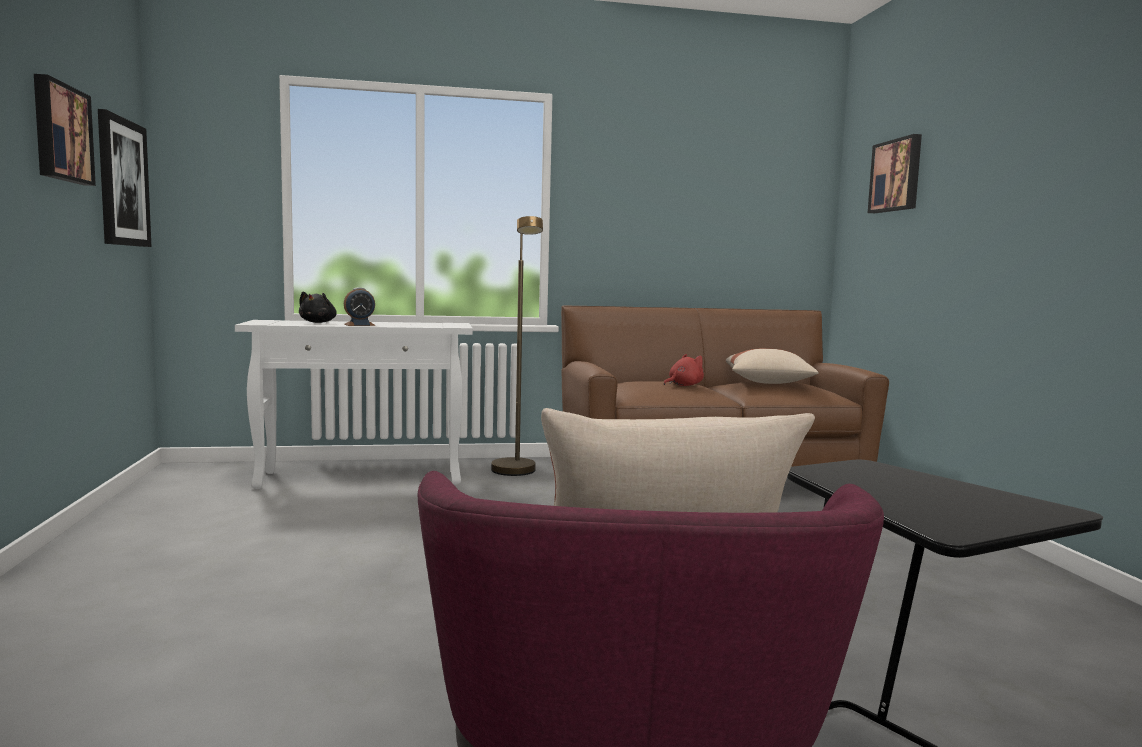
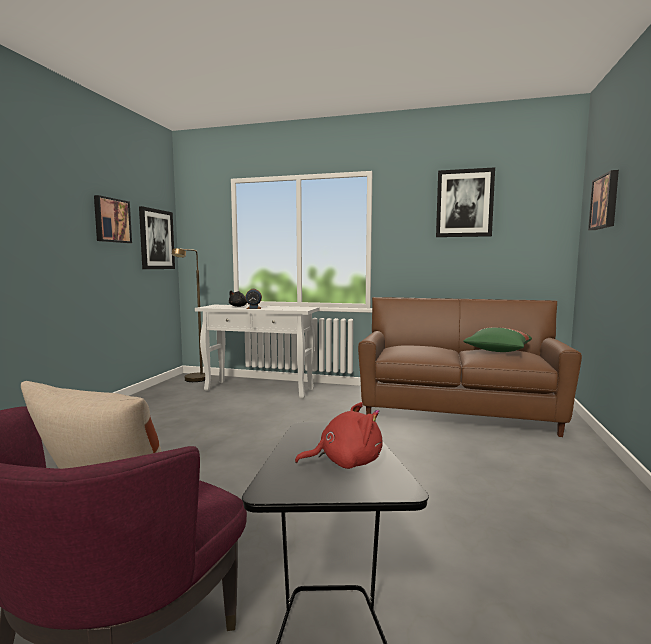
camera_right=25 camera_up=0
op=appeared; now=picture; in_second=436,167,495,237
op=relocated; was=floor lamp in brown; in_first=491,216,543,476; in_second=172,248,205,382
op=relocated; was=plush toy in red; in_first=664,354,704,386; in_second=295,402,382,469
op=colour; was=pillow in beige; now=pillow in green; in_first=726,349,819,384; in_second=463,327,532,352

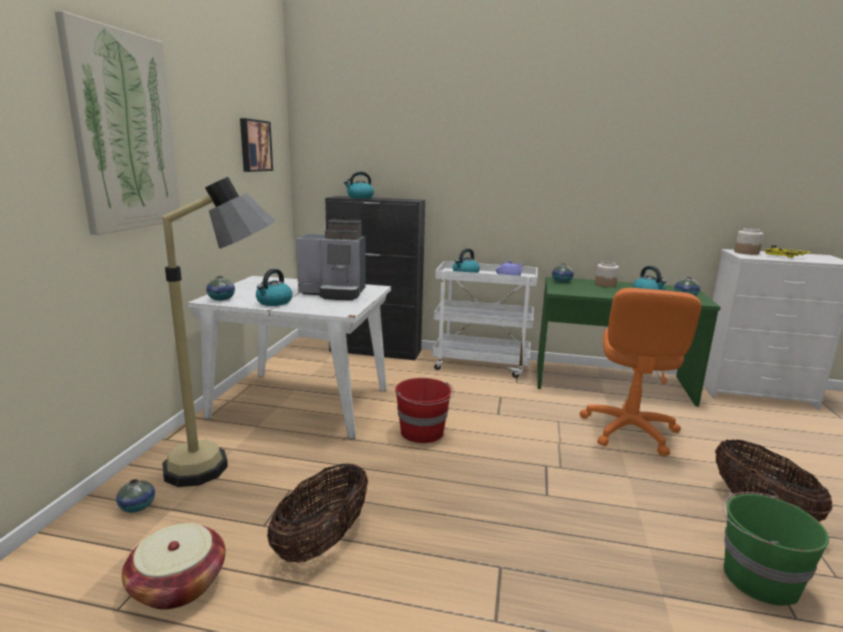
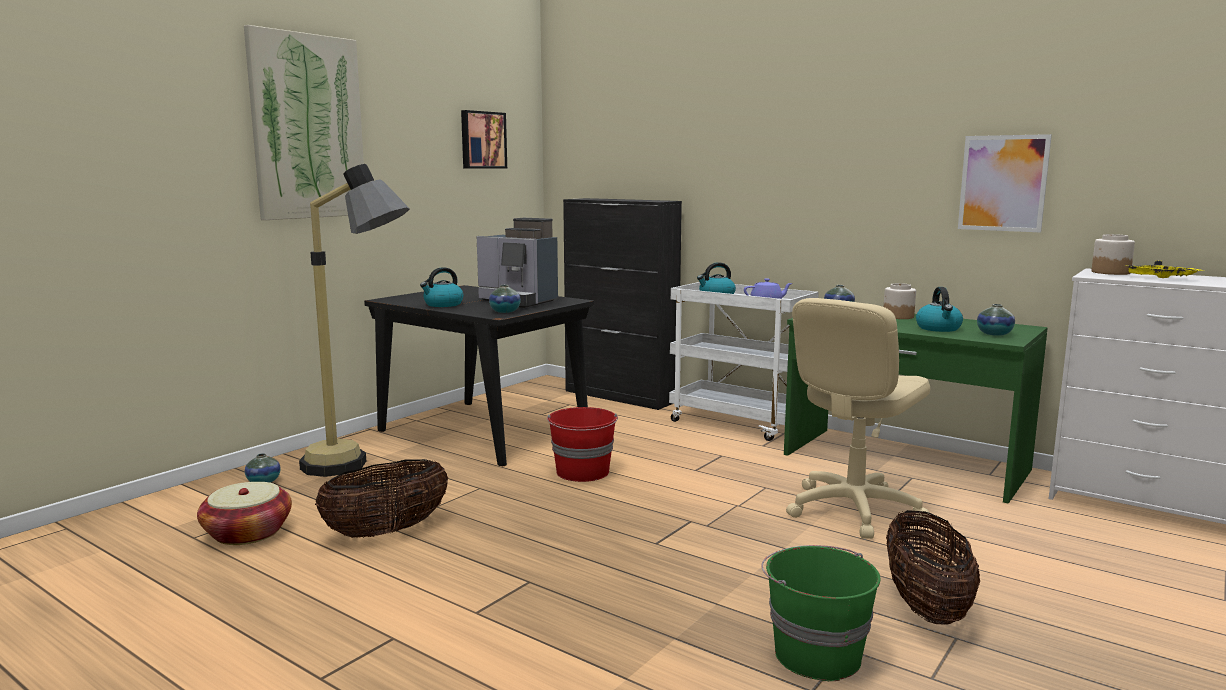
camera_right=25 camera_up=-5
op=missing; was=kettle; in_first=344,172,374,199
op=appeared; now=picture; in_second=958,134,1052,232
op=relocated; was=vase; in_first=206,276,235,301; in_second=489,285,521,313
op=colour; was=dining table in white; now=dining table in black; in_first=187,276,391,439; in_second=364,285,594,466
op=colour; was=office chair in orange; now=office chair in beige; in_first=580,288,701,456; in_second=786,298,930,539

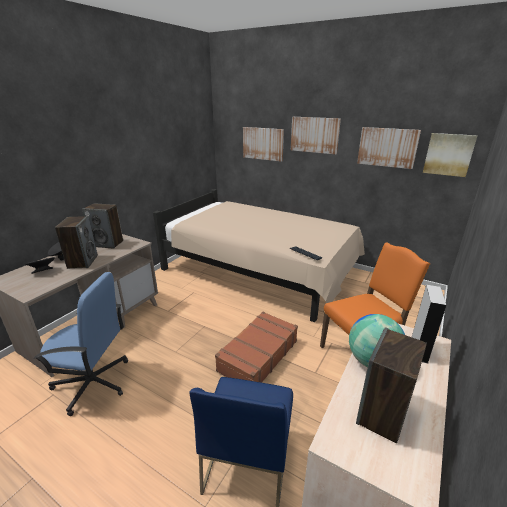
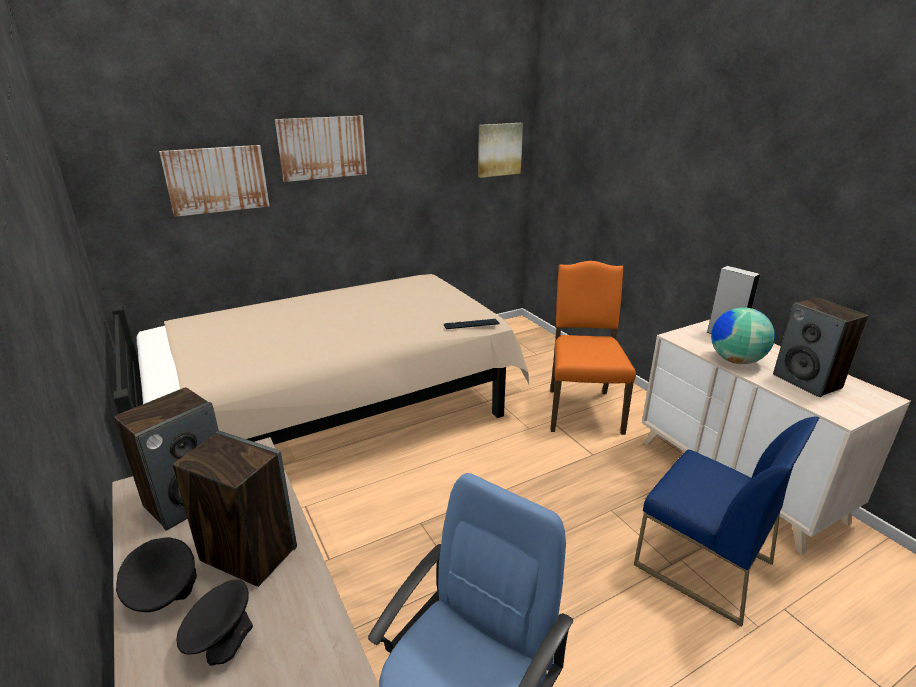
camera_right=-60 camera_up=0
op=missing; was=suitcase in brown; in_first=215,312,298,383
op=missing; was=picture; in_first=357,127,421,169

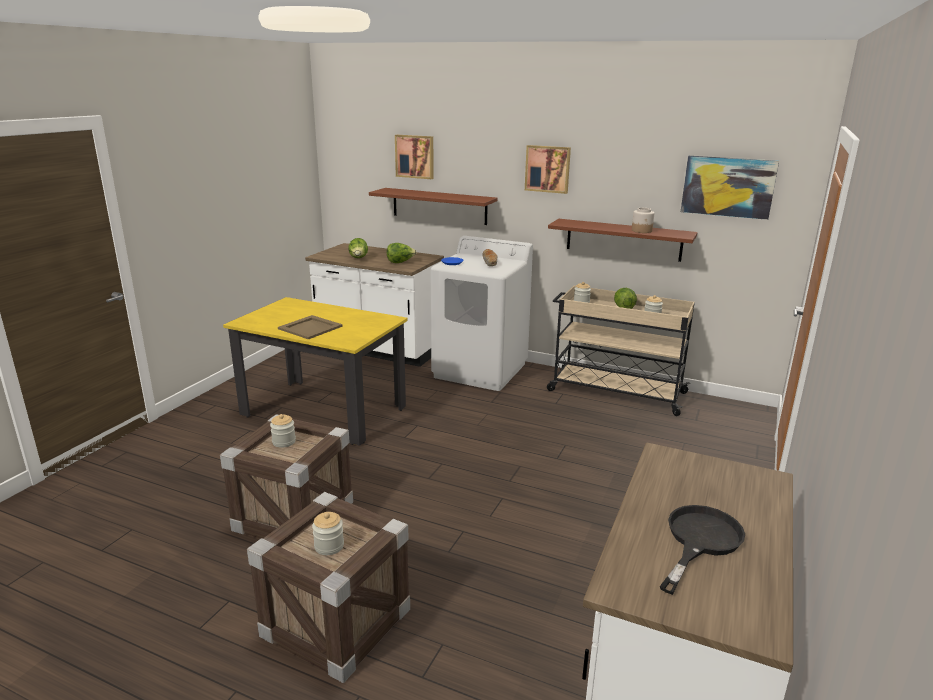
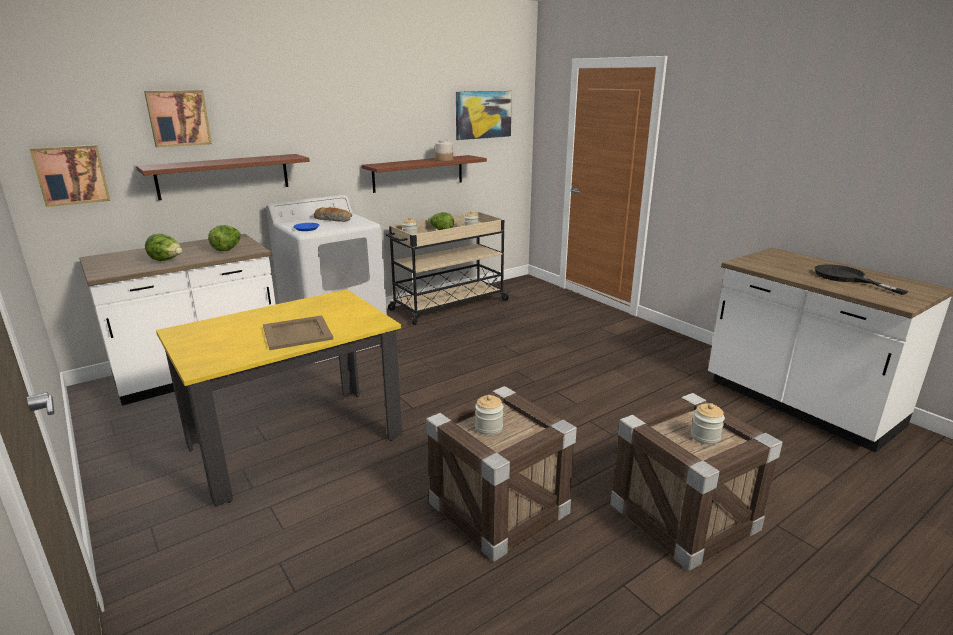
camera_right=-60 camera_up=0
op=relocated; was=picture; in_first=525,145,571,194; in_second=29,145,111,207

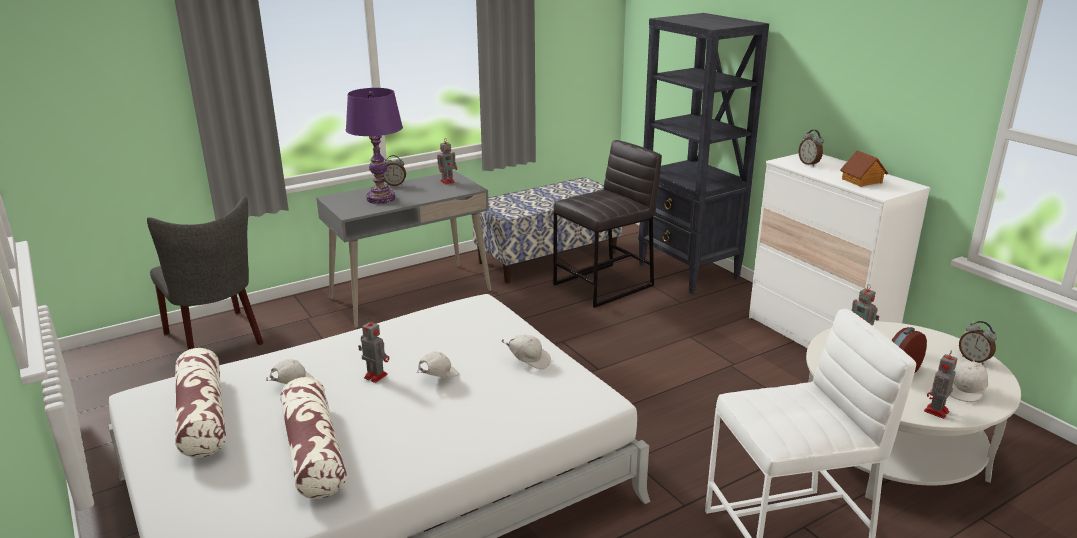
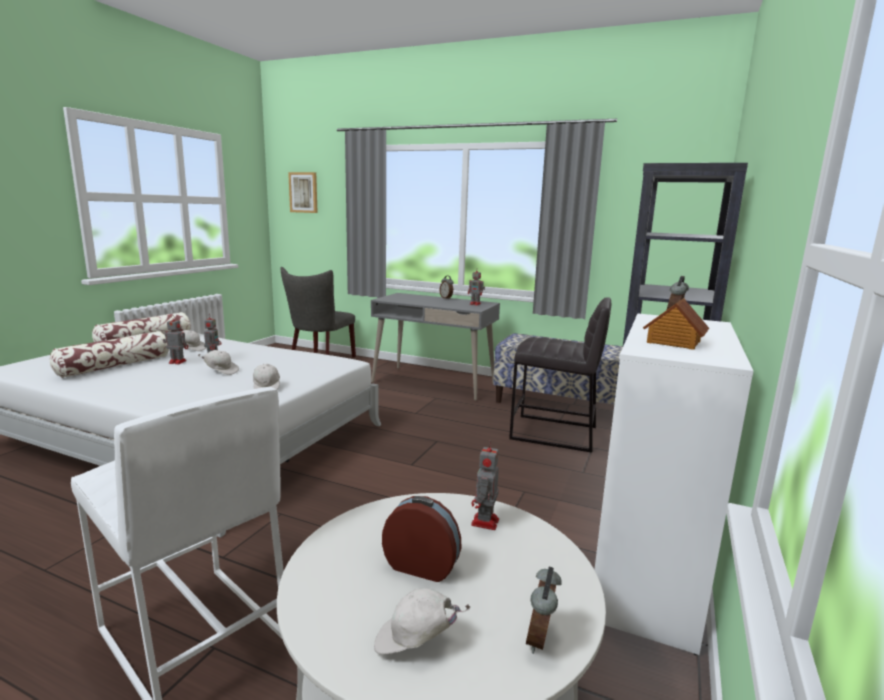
camera_right=55 camera_up=-10
op=missing; was=table lamp in purple; in_first=346,88,403,204
op=appeared; now=picture; in_second=288,172,318,213
op=relocated; was=toy robot; in_first=924,350,958,419; in_second=163,315,188,364

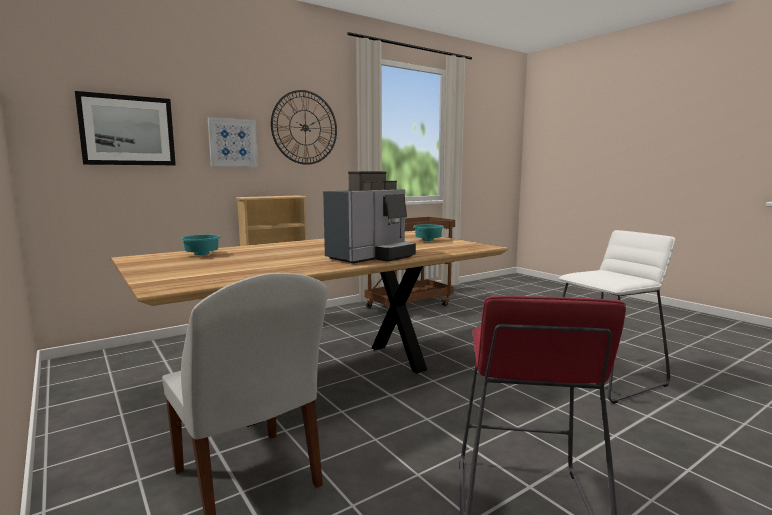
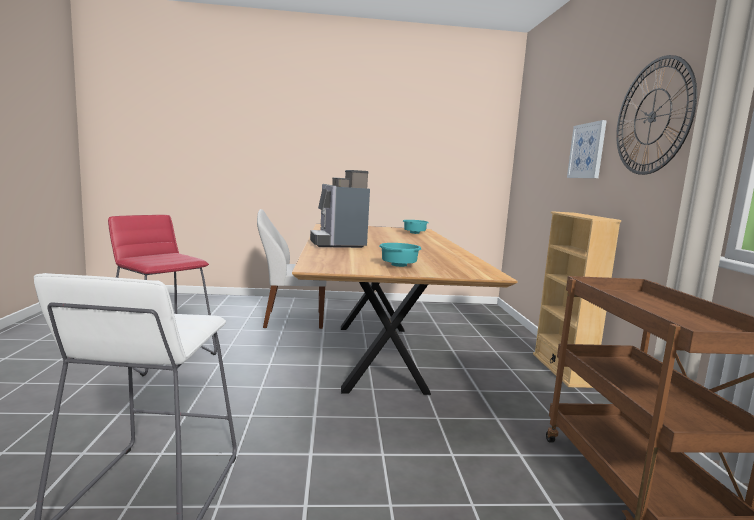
camera_right=120 camera_up=0
op=missing; was=picture; in_first=75,91,176,165

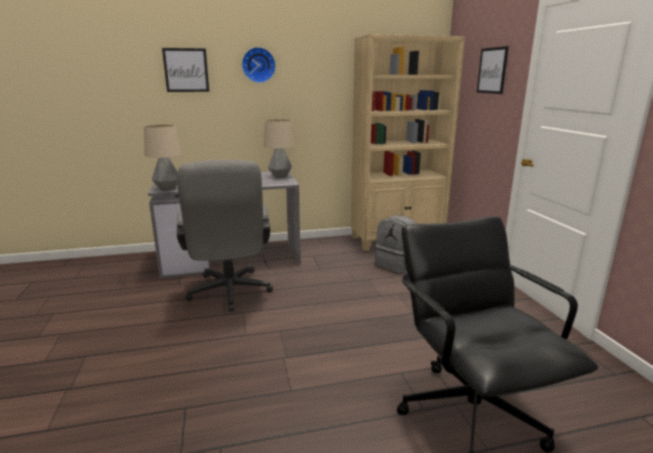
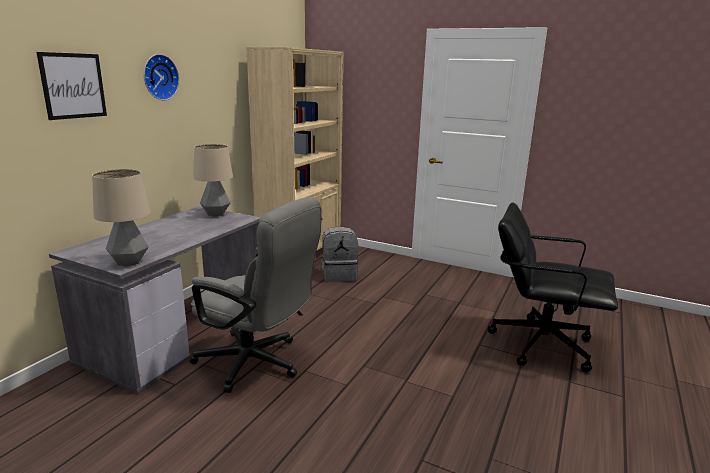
camera_right=-50 camera_up=0
op=missing; was=picture; in_first=477,46,509,94

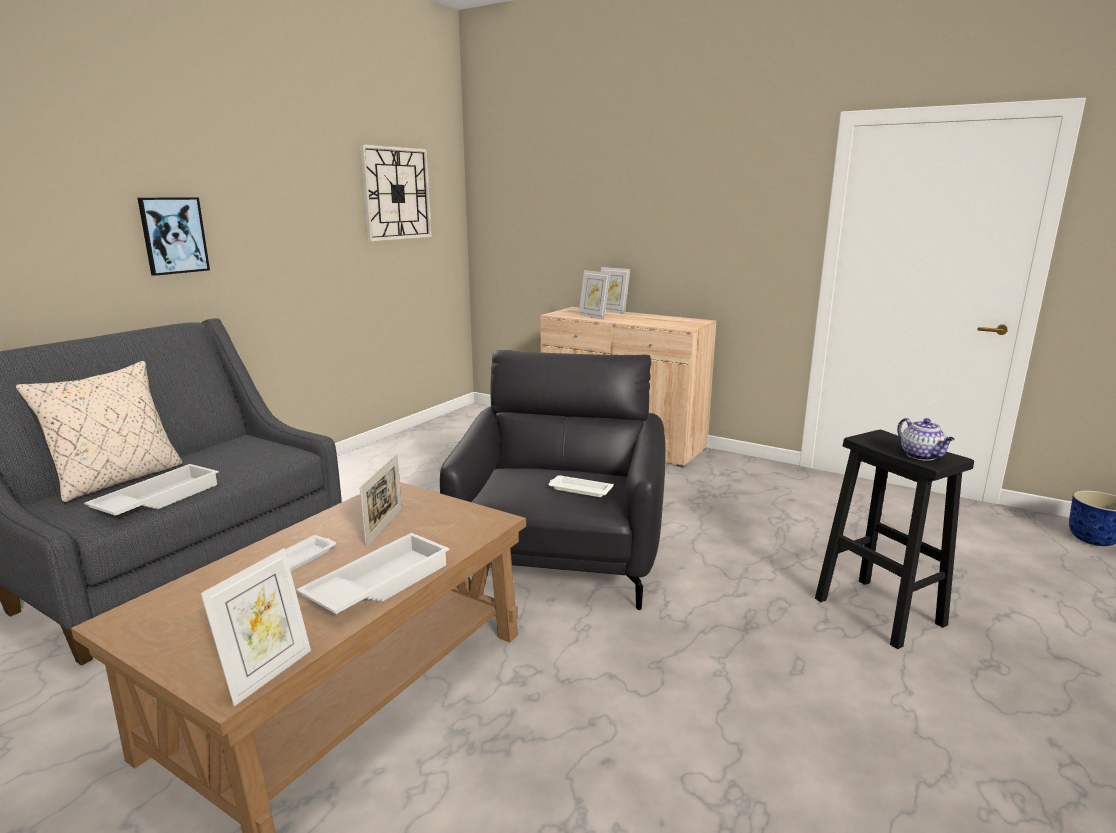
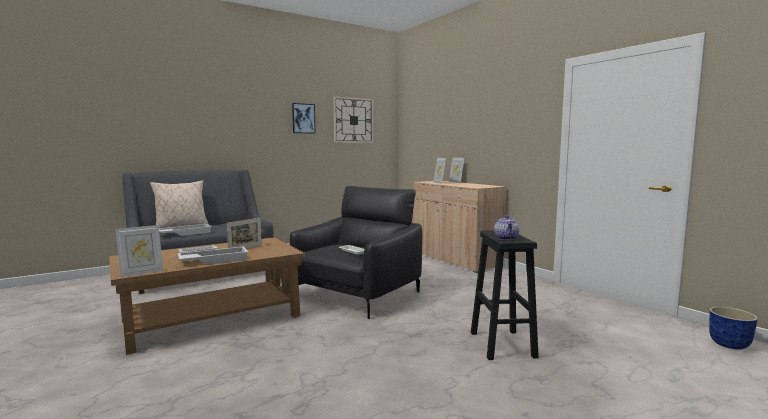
camera_right=25 camera_up=-10
op=relocated; was=picture; in_first=138,197,210,276; in_second=292,103,315,134

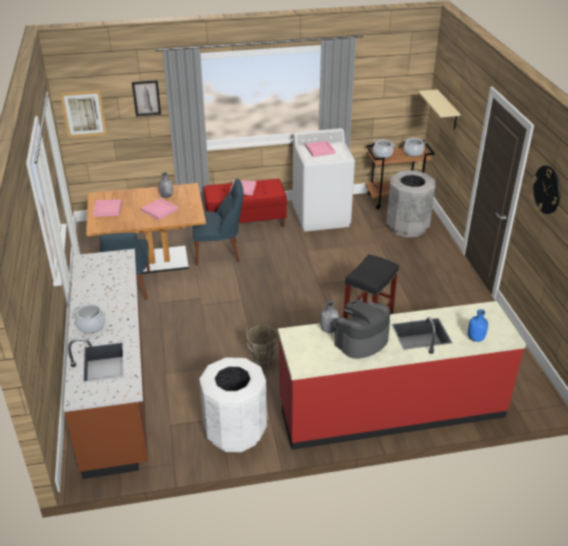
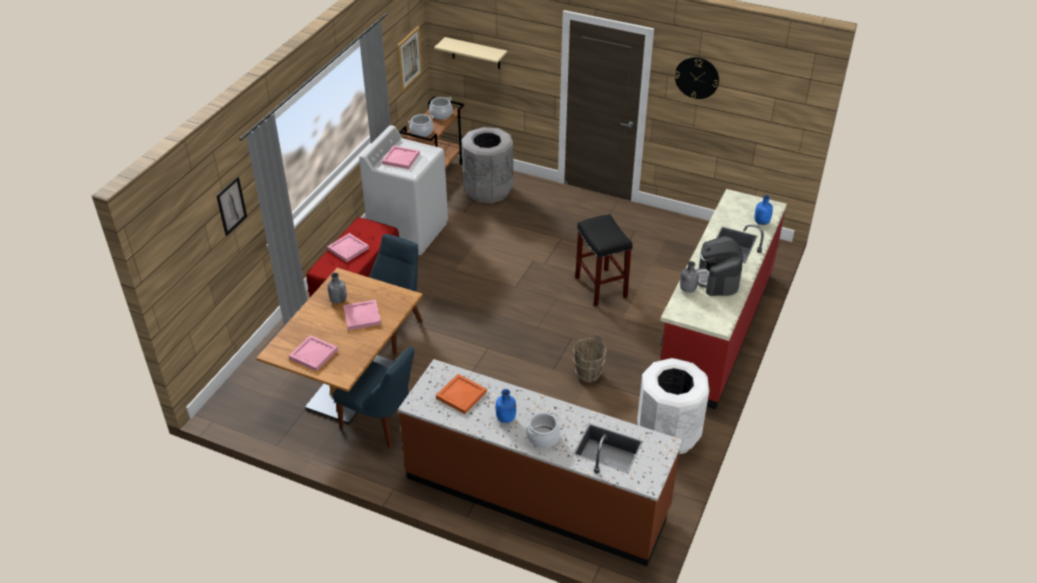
camera_right=-55 camera_up=5
op=appeared; now=tray in orange; in_second=436,374,487,414
op=appeared; now=bottle in blue; in_second=496,389,516,423
op=relocated; was=picture; in_first=60,90,107,138; in_second=397,26,423,92

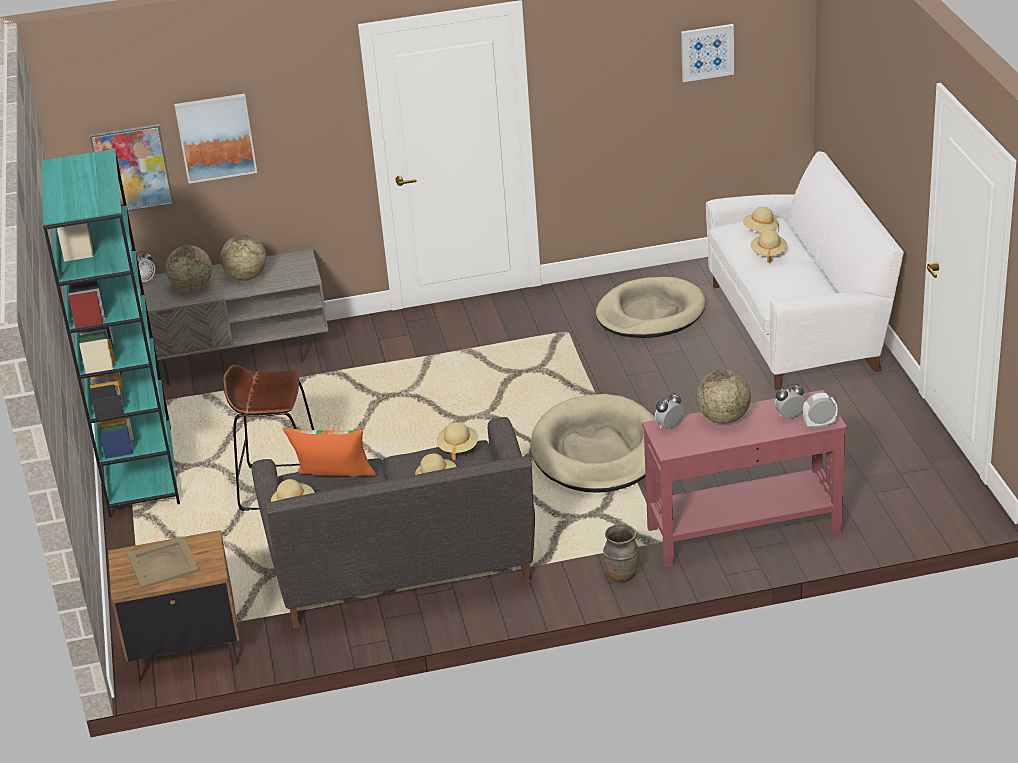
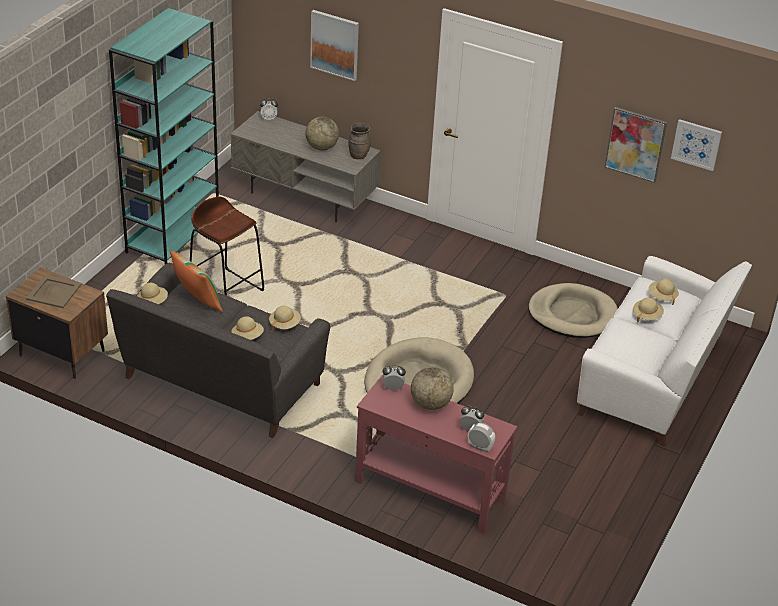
camera_right=35 camera_up=5
op=missing; was=globe; in_first=166,245,212,292
op=relocated; was=picture; in_first=90,124,174,211; in_second=605,107,667,183
op=relocated; was=vase in brown; in_first=603,524,639,582; in_second=348,123,371,159

